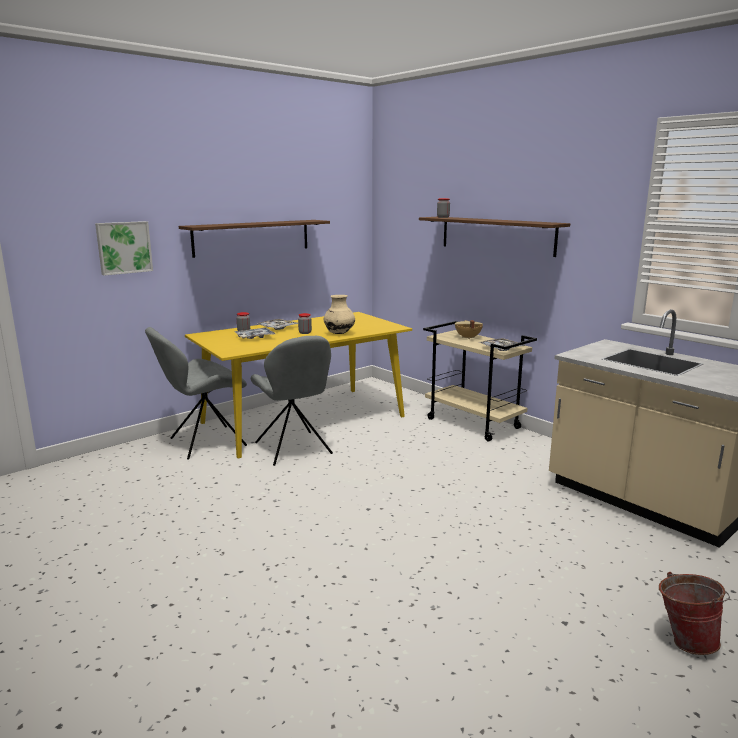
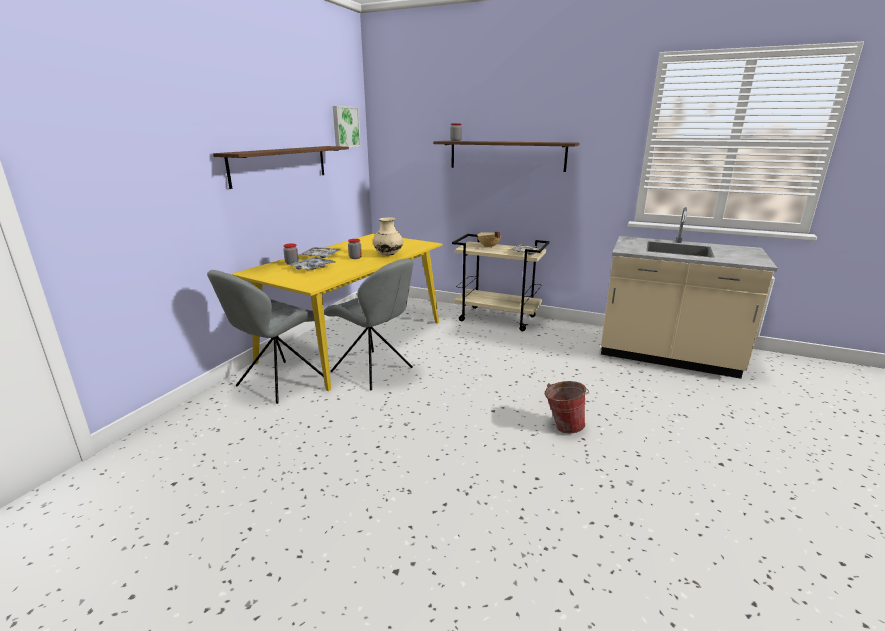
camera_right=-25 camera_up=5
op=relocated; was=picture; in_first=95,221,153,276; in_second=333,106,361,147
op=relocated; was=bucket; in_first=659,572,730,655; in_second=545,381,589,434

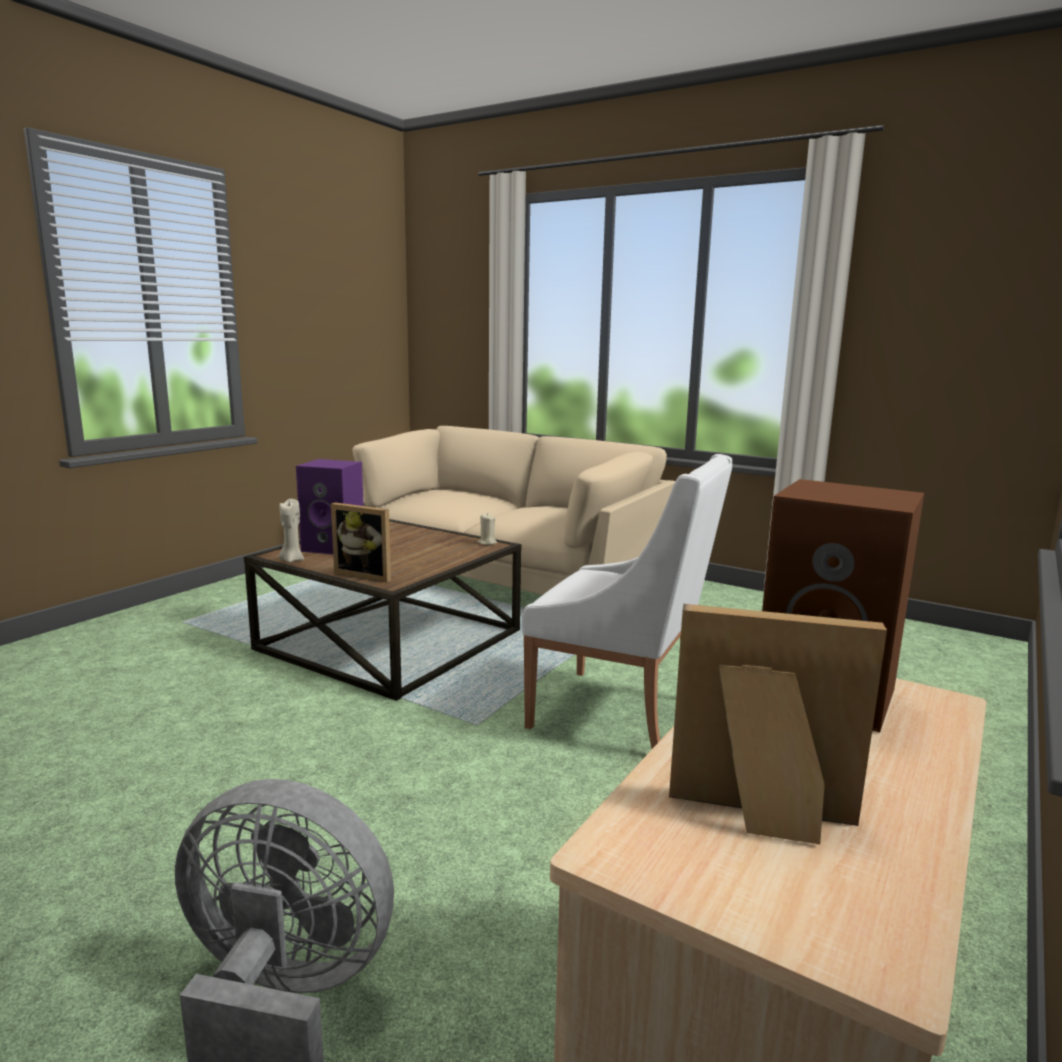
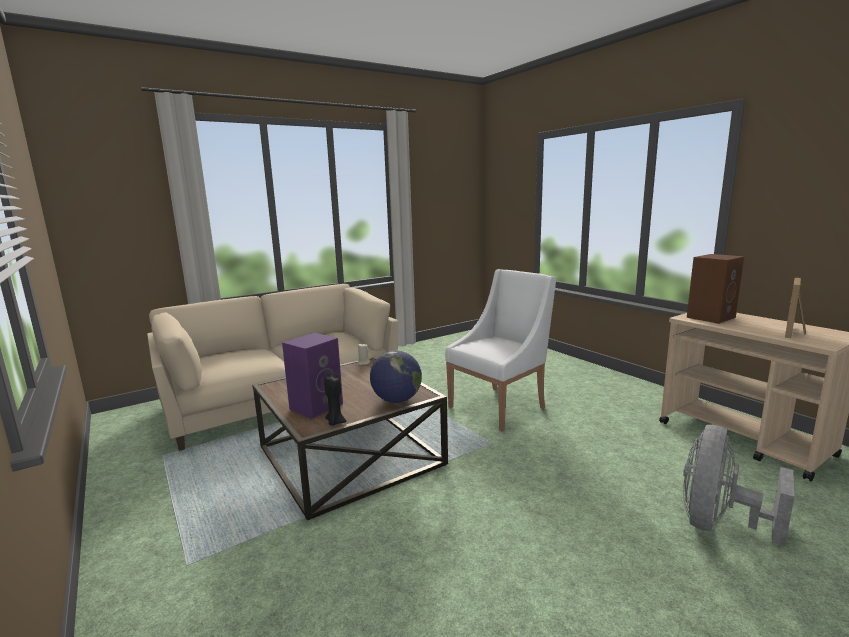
camera_right=-65 camera_up=0
op=exchanged; was=picture frame; now=globe; in_first=331,502,391,582; in_second=370,351,422,403
op=colour; was=candle in beige; now=candle in black; in_first=279,499,304,562; in_second=324,373,347,426

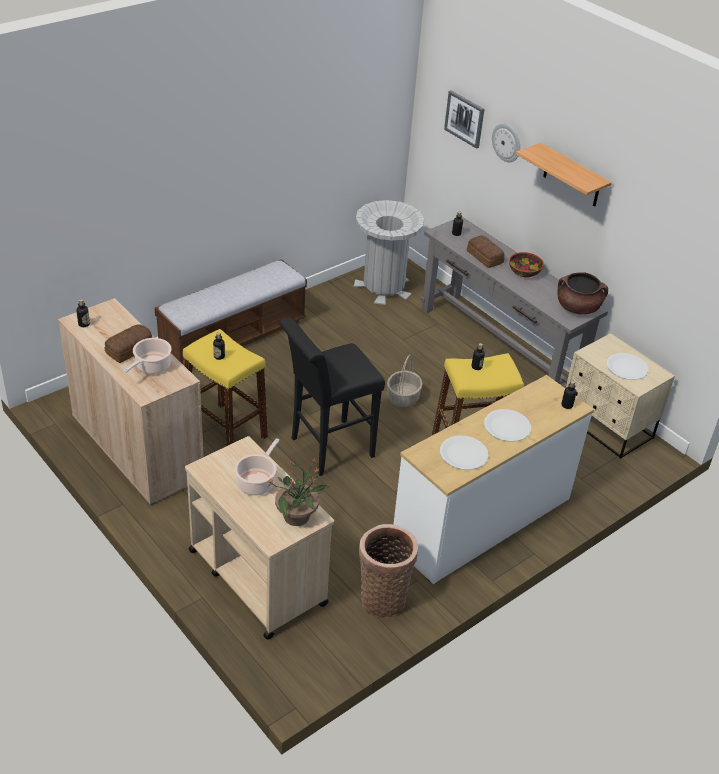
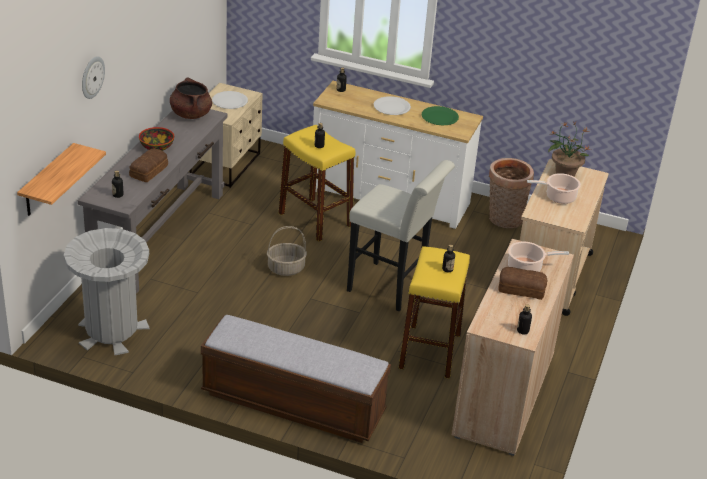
camera_right=-120 camera_up=-5
op=missing; was=picture; in_first=444,91,484,149
op=relocated; was=shelf; in_first=516,143,612,206; in_second=17,143,106,216
op=colour; was=stool in black; now=stool in white; in_first=279,317,385,476; in_second=347,160,455,311
op=colour; was=plate in white; now=plate in green; in_first=440,435,488,470; in_second=422,106,459,125

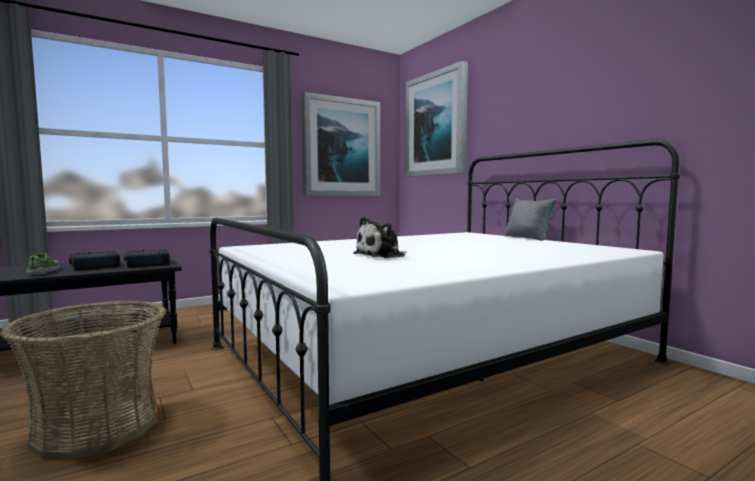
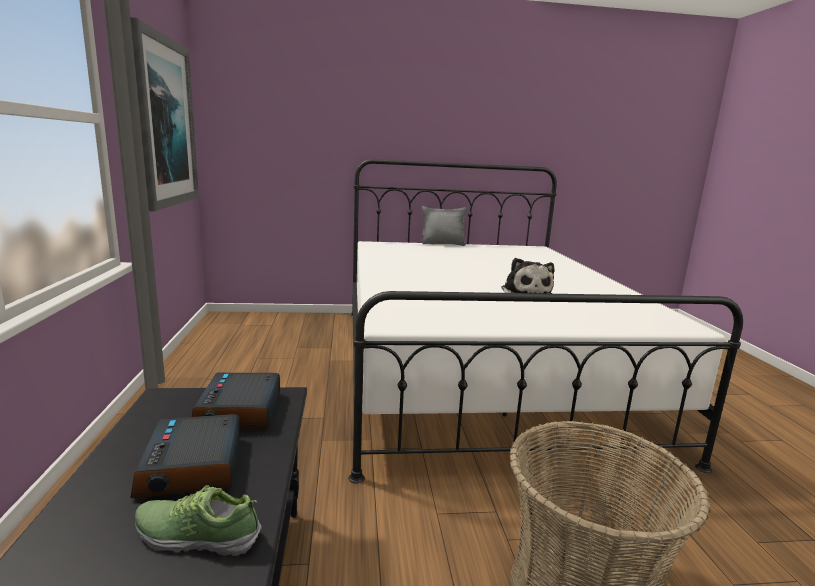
camera_right=-65 camera_up=10
op=missing; was=picture; in_first=405,61,468,177

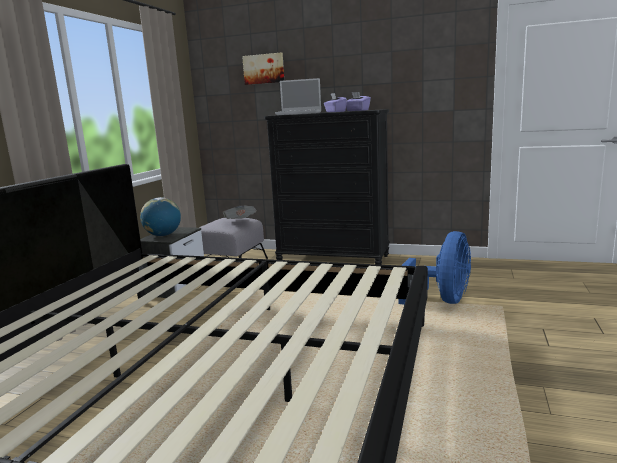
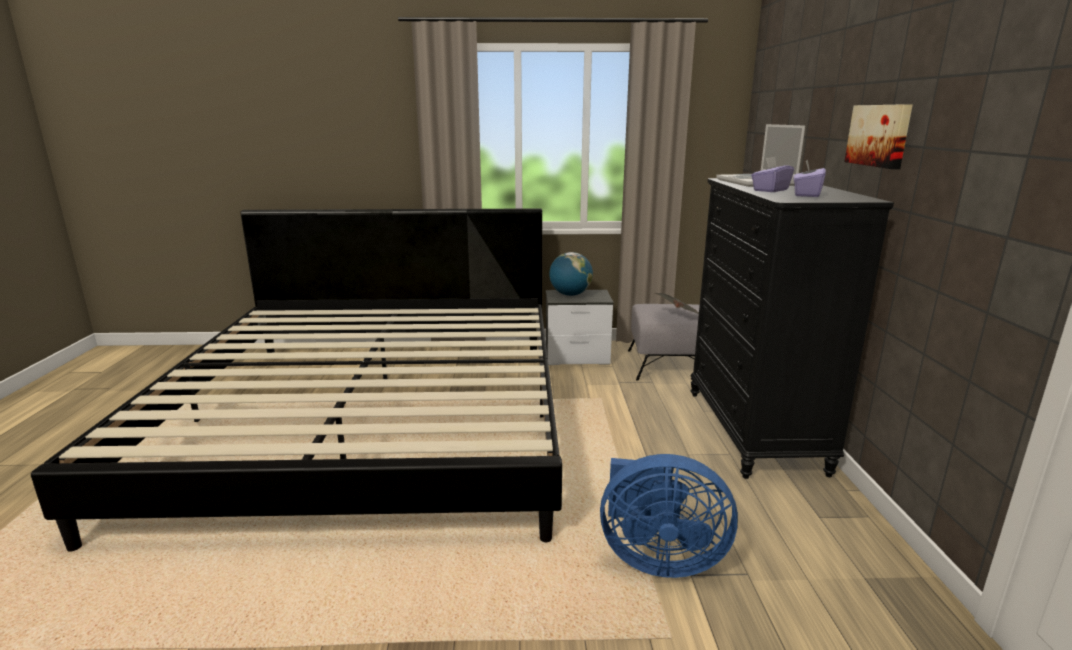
camera_right=70 camera_up=5
op=relocated; was=picture; in_first=242,53,284,85; in_second=844,104,913,169

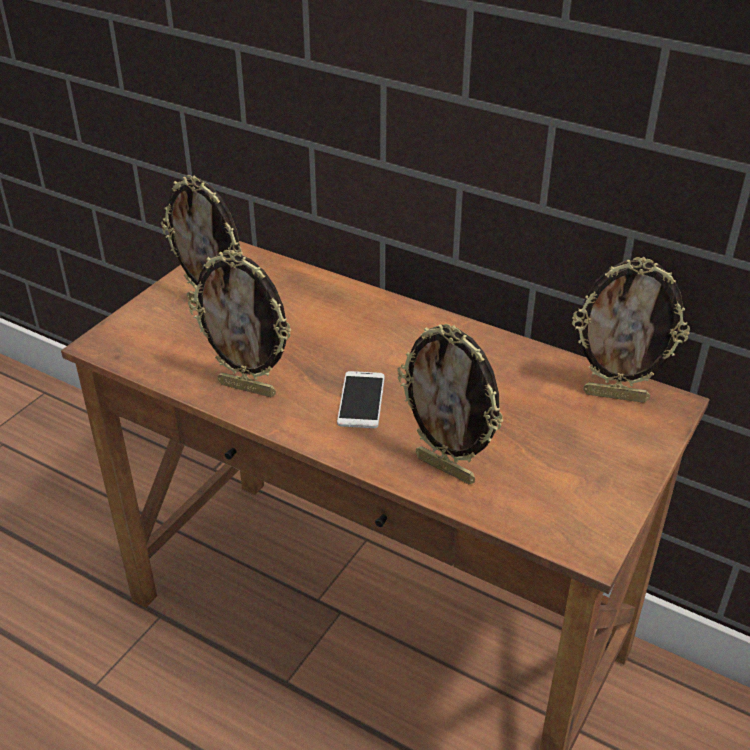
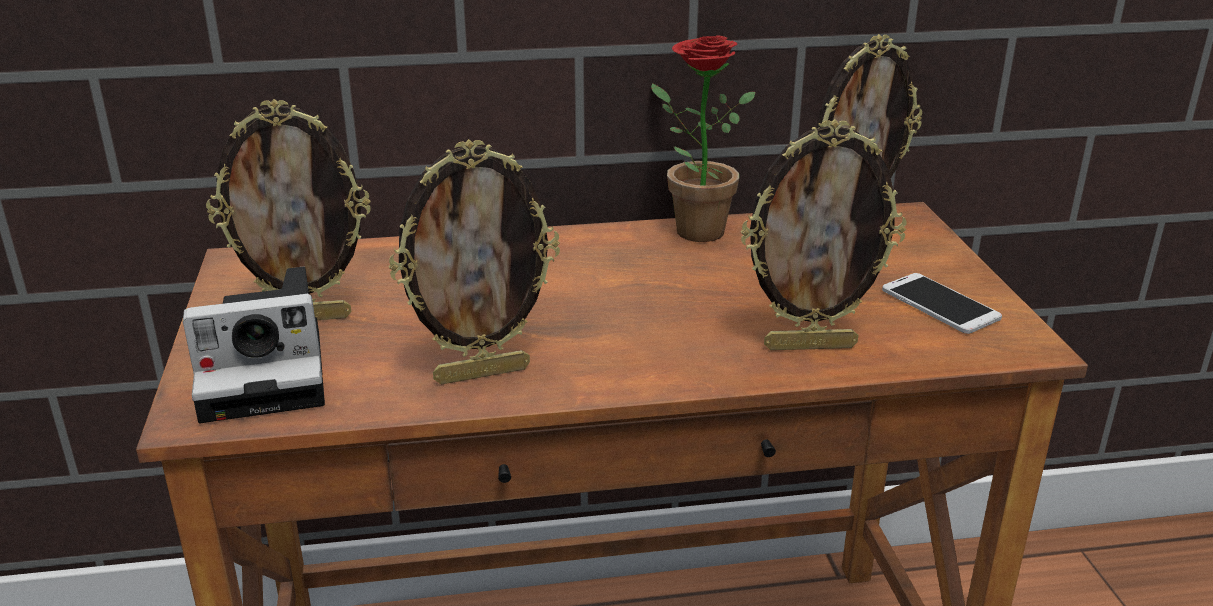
camera_right=-40 camera_up=-10
op=appeared; now=photo camera; in_second=183,267,325,423
op=appeared; now=potted plant; in_second=651,35,756,242
op=relocated; was=phone; in_first=337,371,385,428; in_second=882,273,1002,334

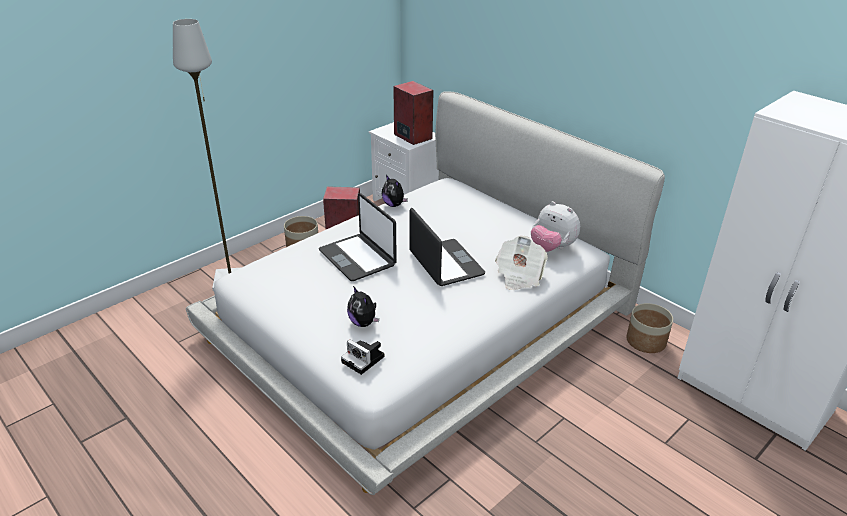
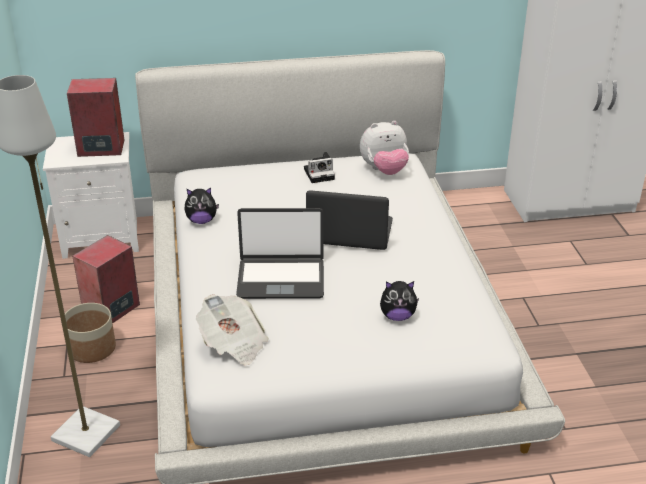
camera_right=-55 camera_up=0
op=missing; was=planter; in_first=626,303,673,353
op=relocated; was=photo camera; in_first=341,339,385,375; in_second=304,152,335,183
op=relocated; was=newspaper; in_first=495,236,548,290; in_second=196,294,269,365

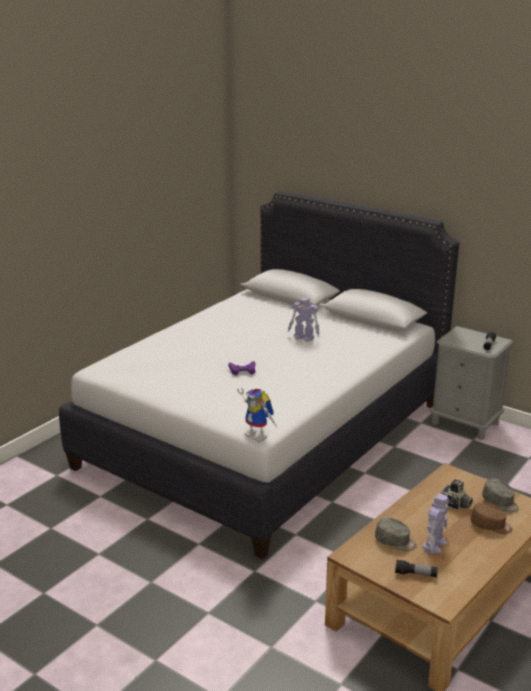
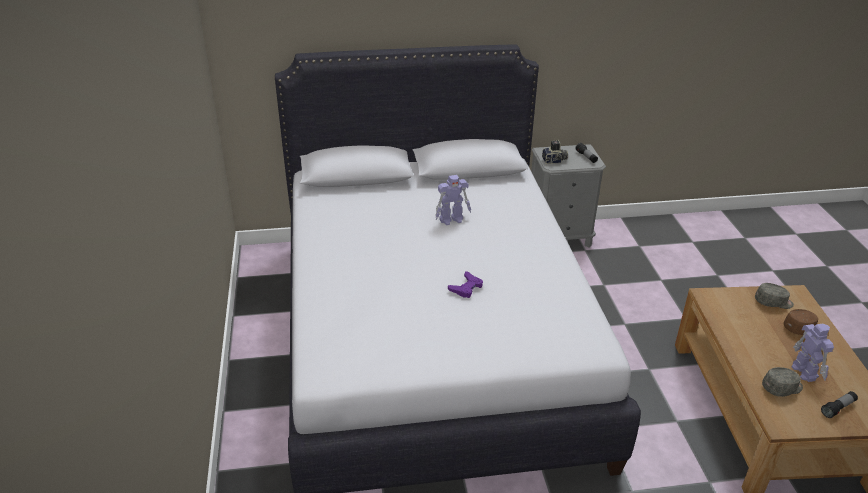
camera_right=-45 camera_up=10
op=missing; was=toy robot; in_first=237,388,277,442
op=relocated; was=photo camera; in_first=440,479,473,510; in_second=542,140,568,164

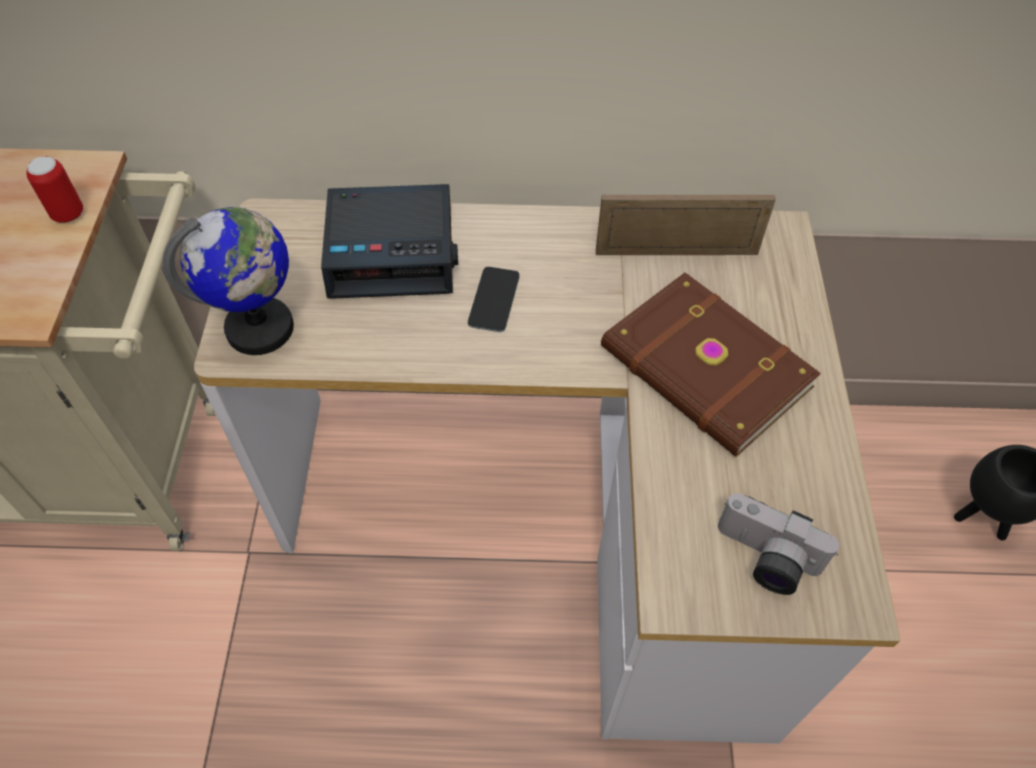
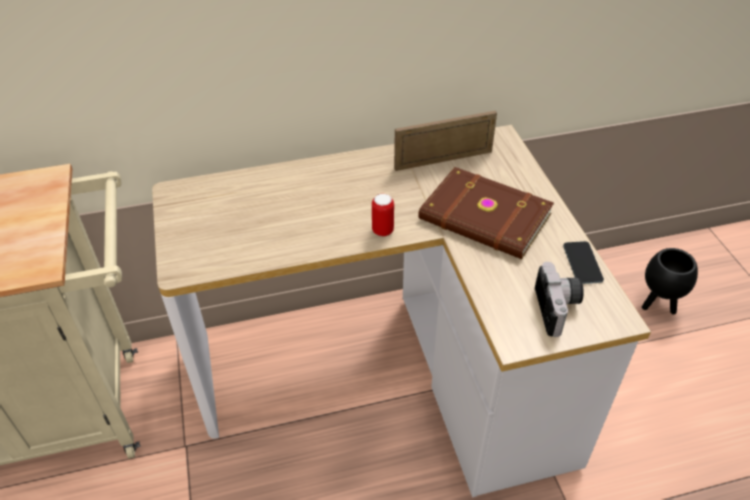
camera_right=-15 camera_up=-10
op=missing; was=globe; in_first=162,207,294,355
op=missing; was=alarm clock; in_first=321,184,458,299
op=relocated; was=can; in_first=26,156,83,223; in_second=372,194,394,236
op=relocated; was=phone; in_first=468,267,520,332; in_second=563,241,604,284
op=spun; was=photo camera; in_first=718,493,839,595; in_second=535,262,584,337; clockwise=-105

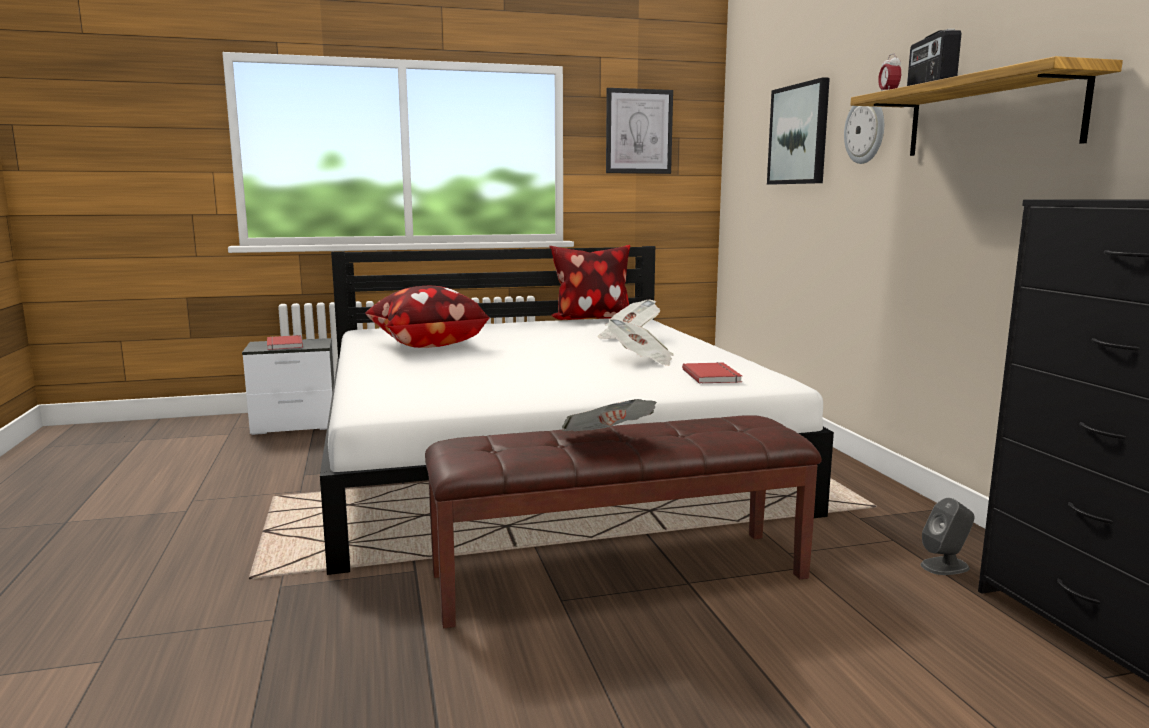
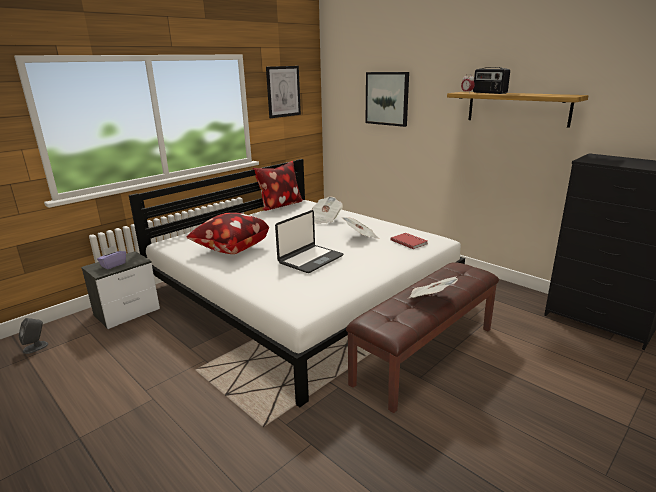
camera_right=-30 camera_up=10
op=missing; was=wall clock; in_first=844,106,884,164
op=appeared; now=laptop; in_second=275,210,343,273
op=relocated; was=speaker in grey; in_first=921,498,974,575; in_second=19,318,48,354
op=exchanged; was=book in red; now=tissue box in purple; in_first=267,335,303,350; in_second=97,246,126,269

